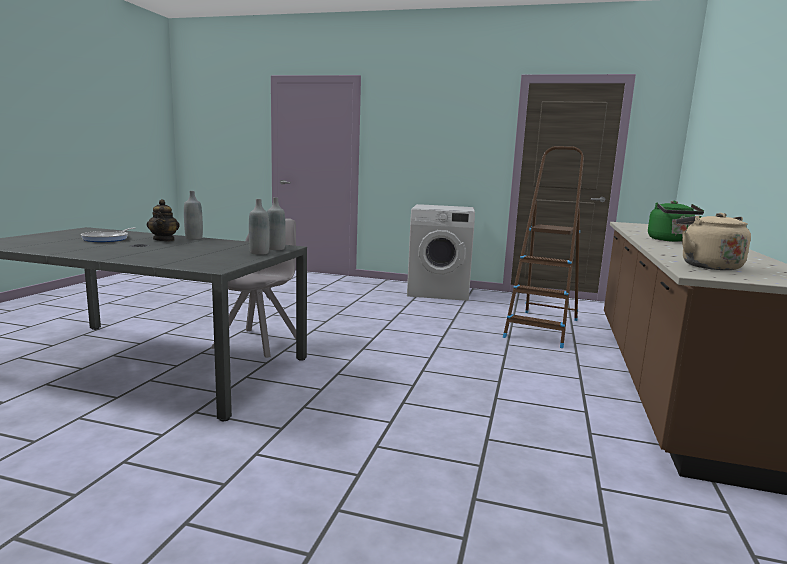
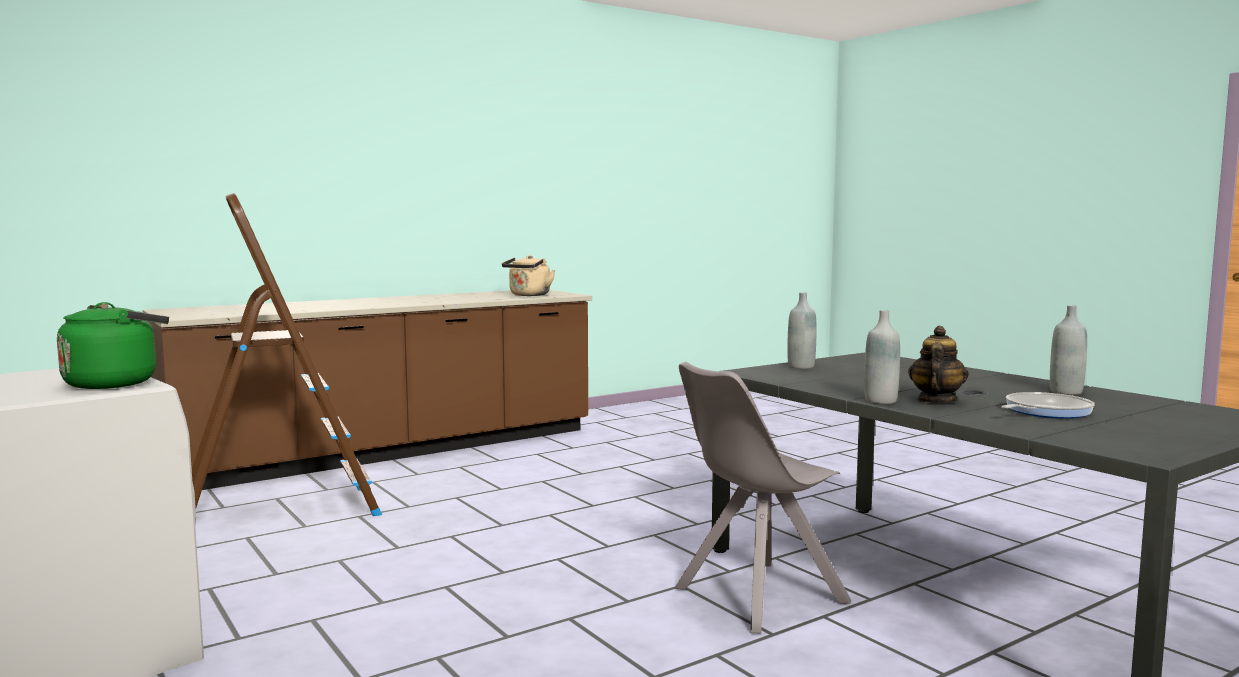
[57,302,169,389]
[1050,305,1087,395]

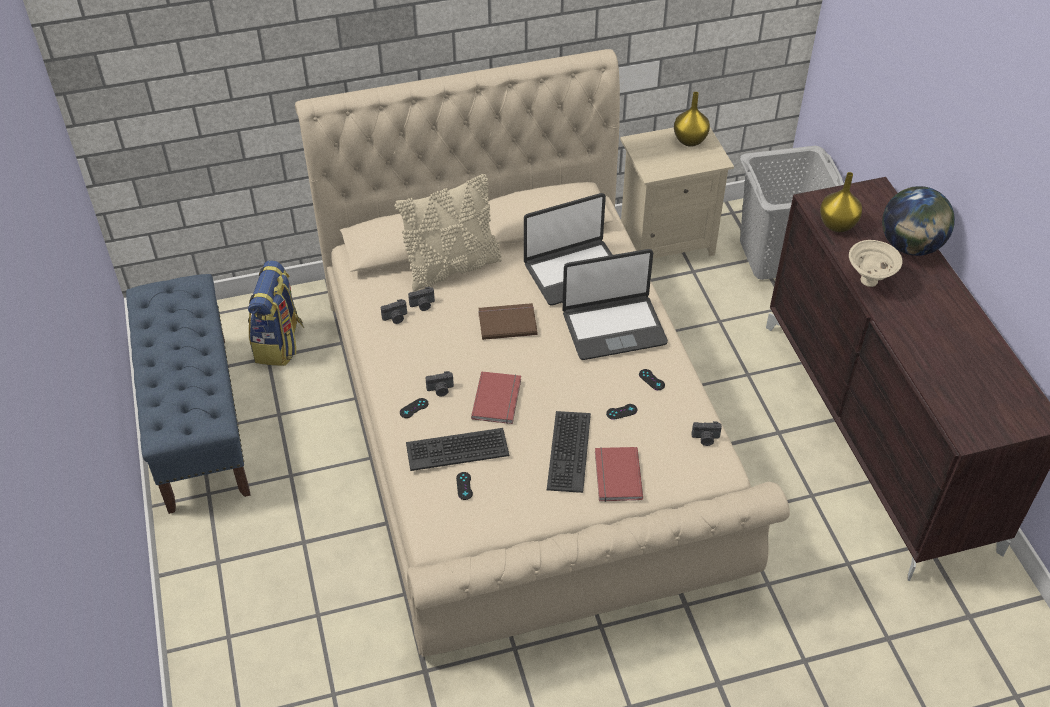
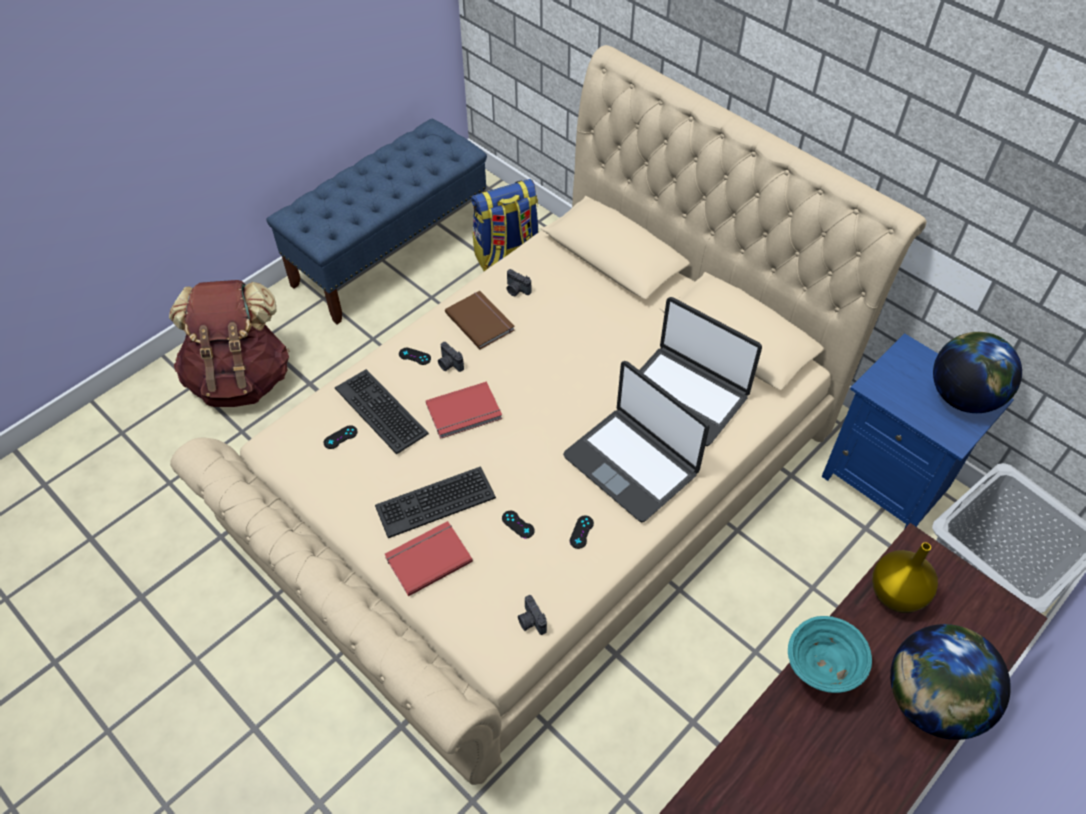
[169,280,290,407]
[445,291,515,349]
[788,616,872,693]
[822,333,1014,529]
[933,332,1022,413]
[395,174,502,292] (first image)
[408,287,435,311] (first image)

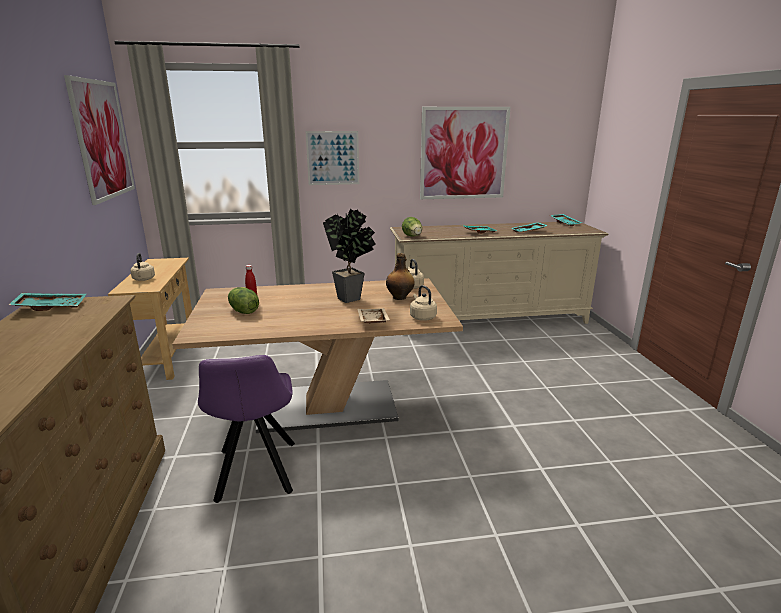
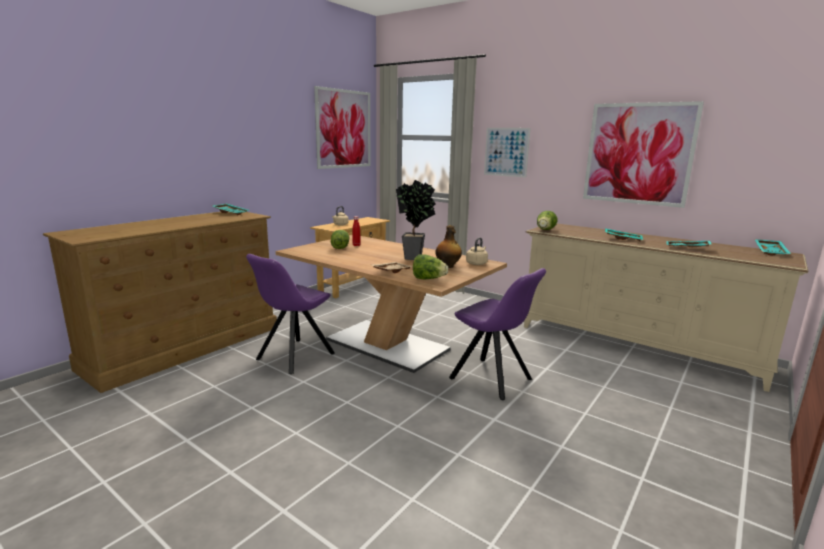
[413,254,448,279]
[449,268,546,400]

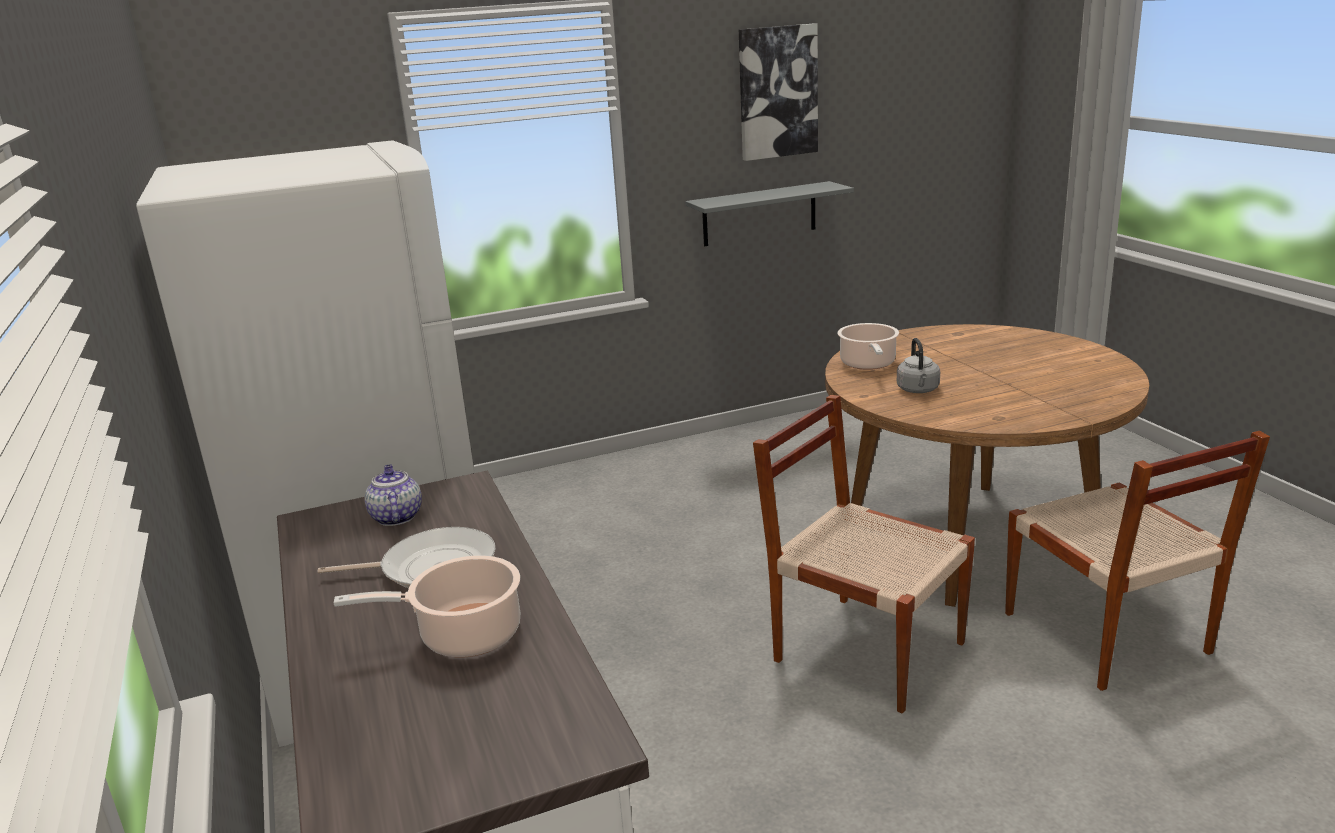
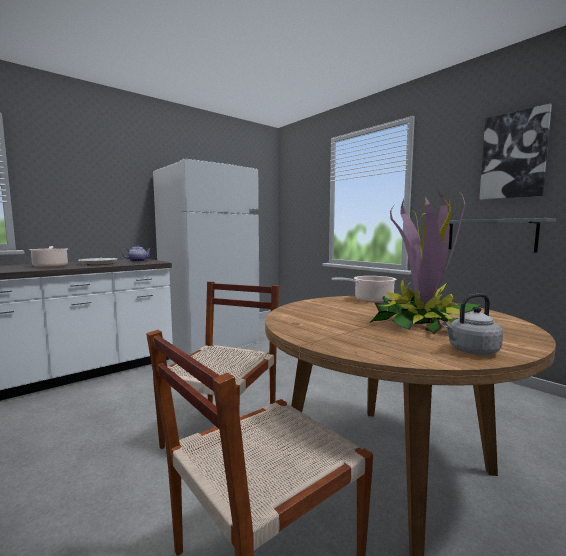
[370,188,480,334]
[443,293,503,355]

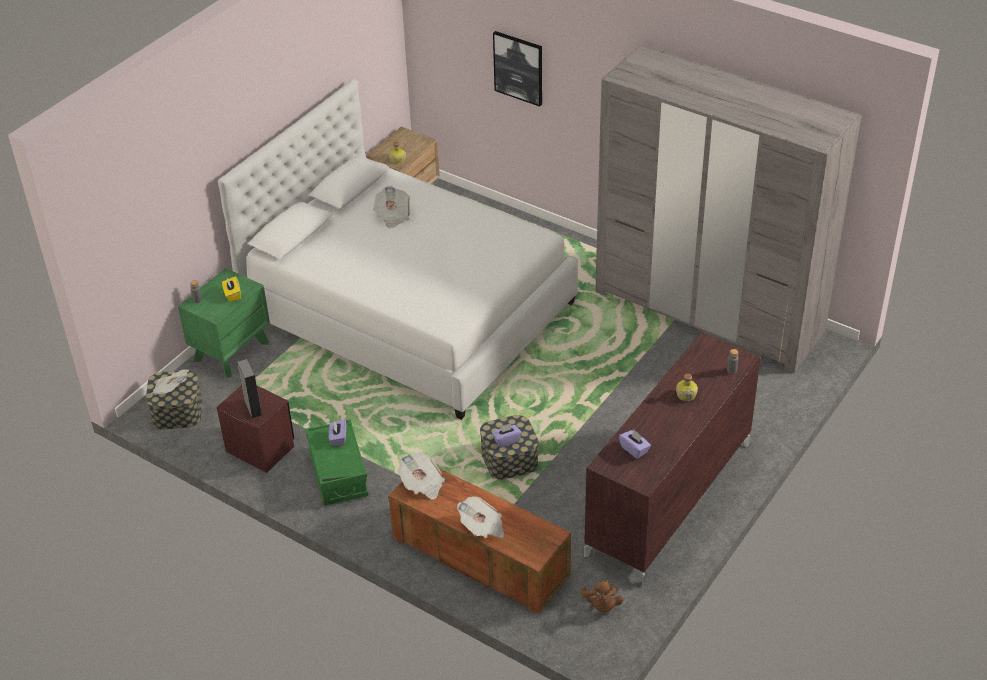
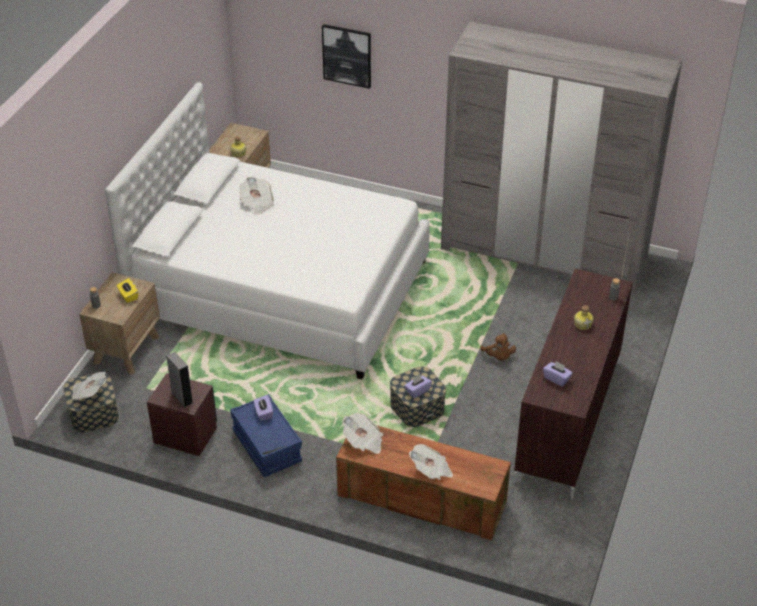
[79,272,160,375]
[230,394,302,477]
[480,333,516,361]

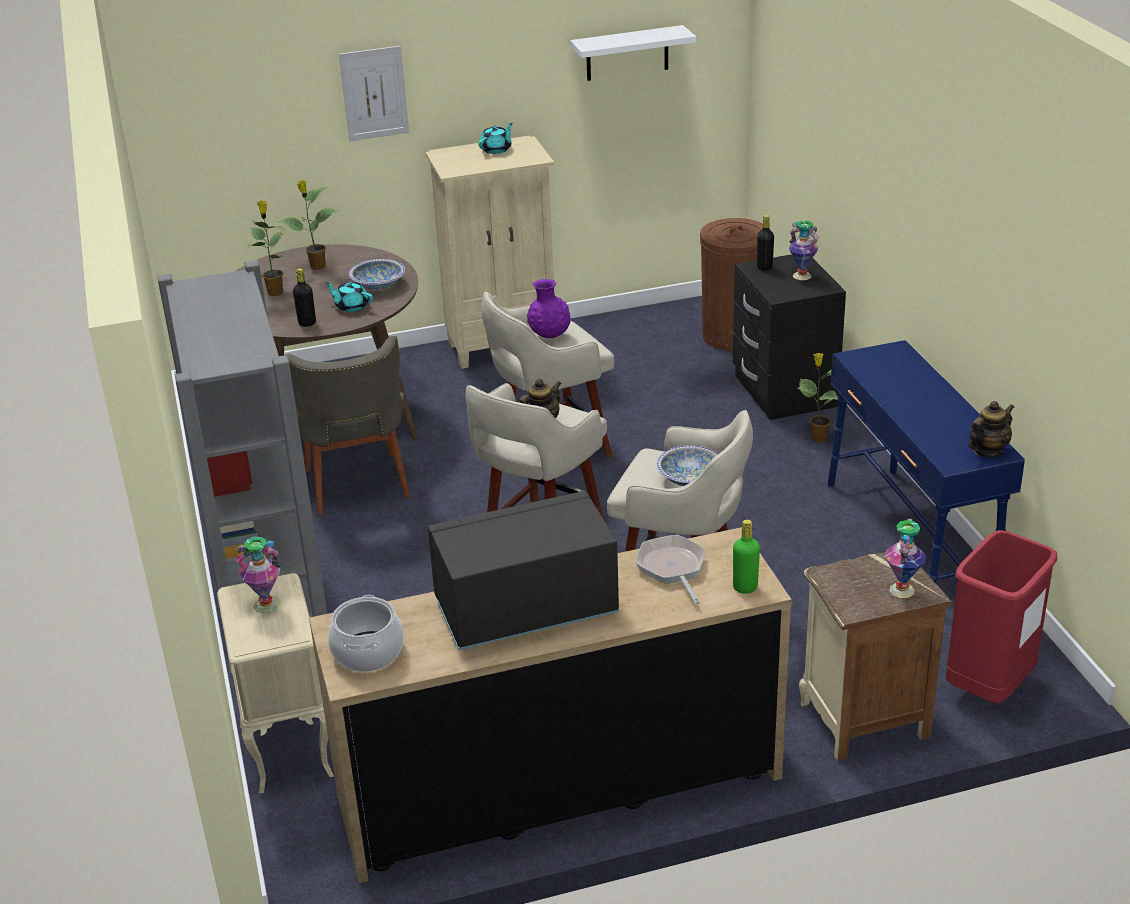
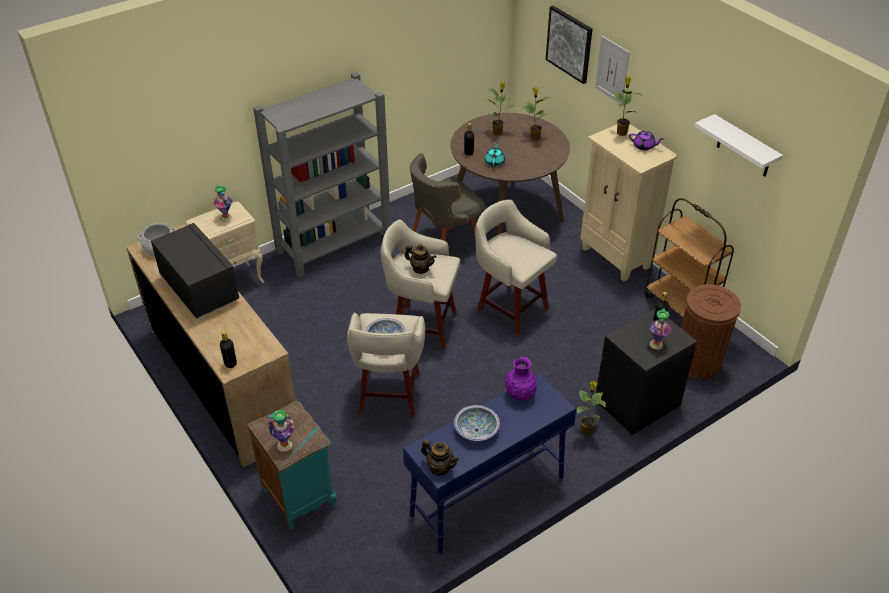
[220,331,237,368]
[247,401,336,531]
[454,405,500,441]
[504,357,537,401]
[546,6,592,84]
[613,76,644,136]
[629,131,664,151]
[644,198,734,318]
[636,535,705,604] (first image)
[946,530,1057,703] (first image)

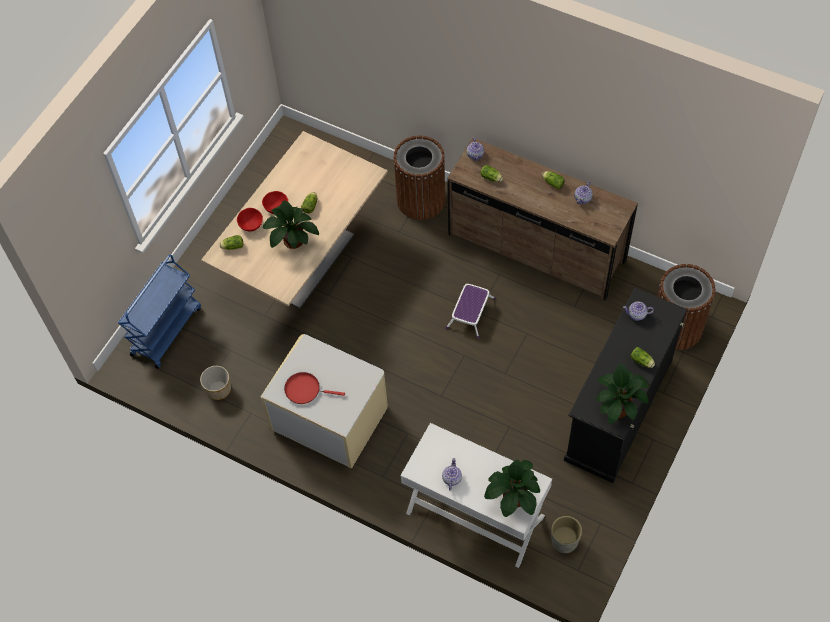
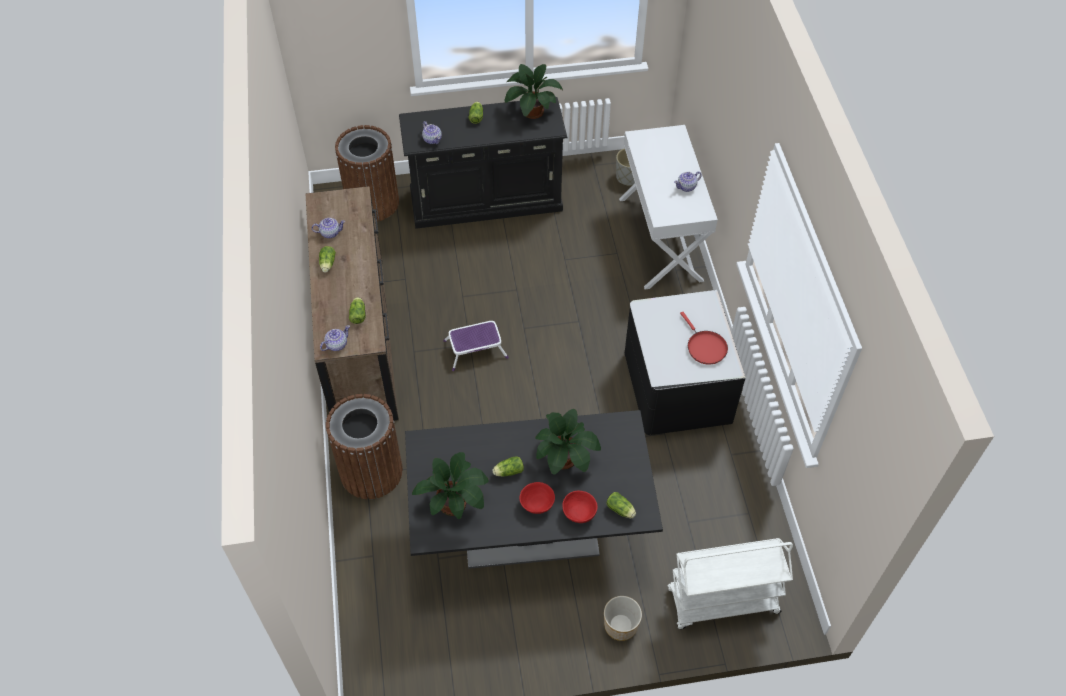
[405,410,663,569]
[412,452,489,519]
[604,596,642,641]
[625,290,746,435]
[668,538,793,629]

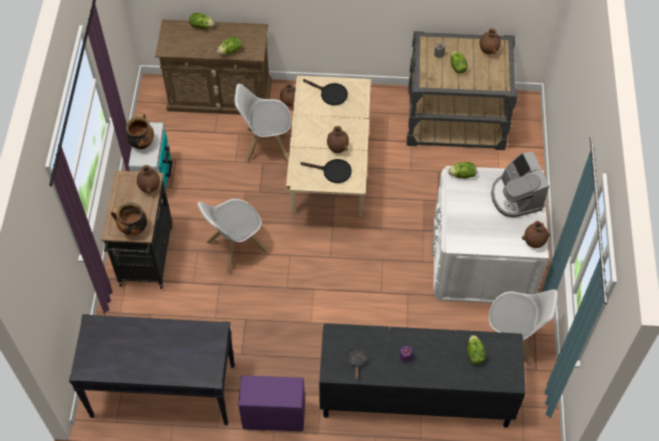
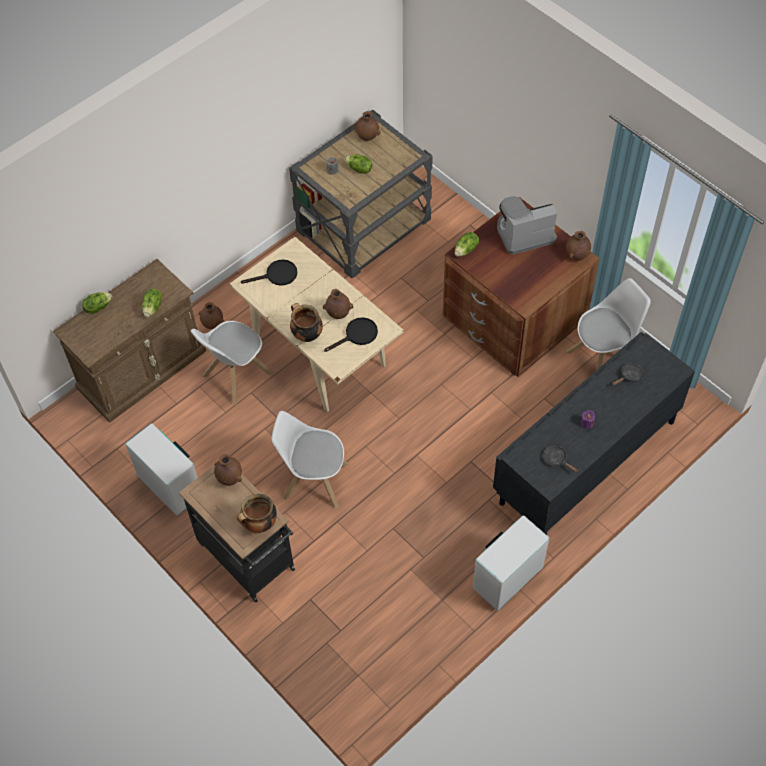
[272,411,349,509]
[290,303,323,342]
[443,197,600,377]
[473,515,549,611]
[497,196,557,255]
[612,363,644,386]
[69,314,235,425] (first image)

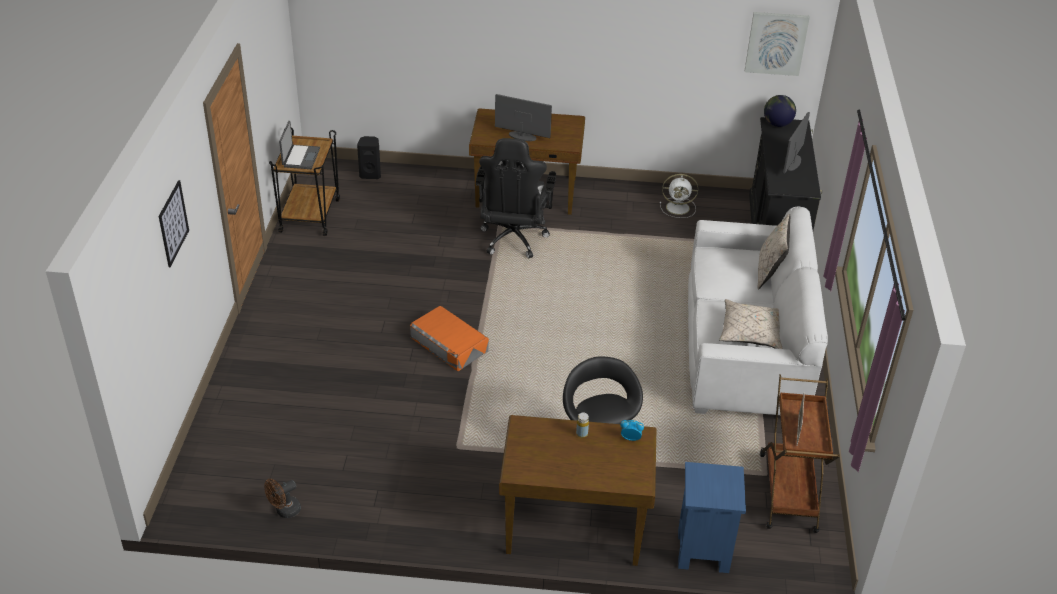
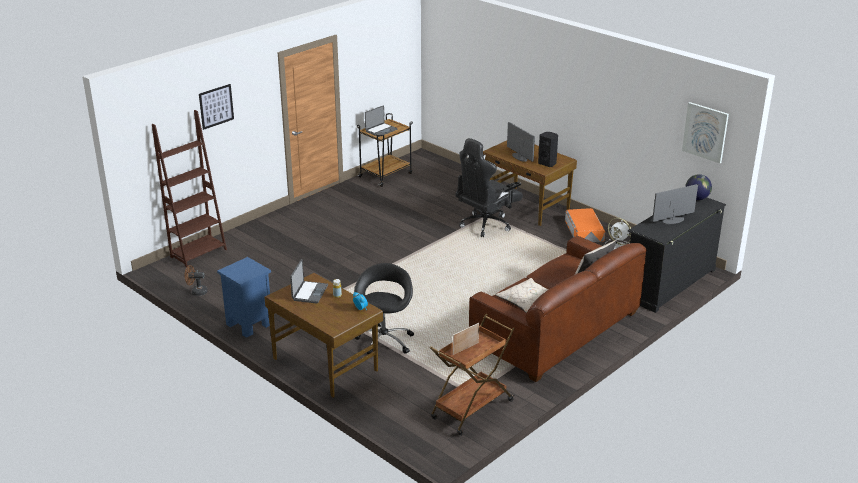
[152,110,227,267]
[217,257,271,338]
[290,259,328,304]
[469,236,647,382]
[538,132,558,167]
[565,208,605,242]

